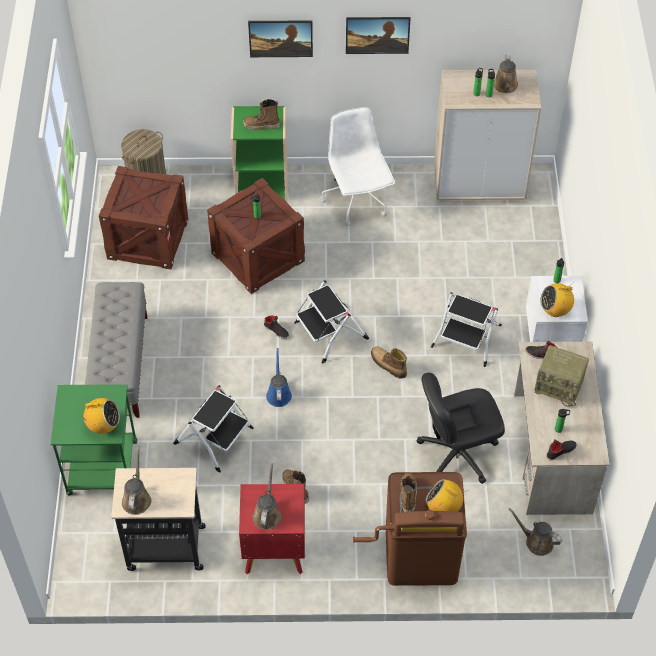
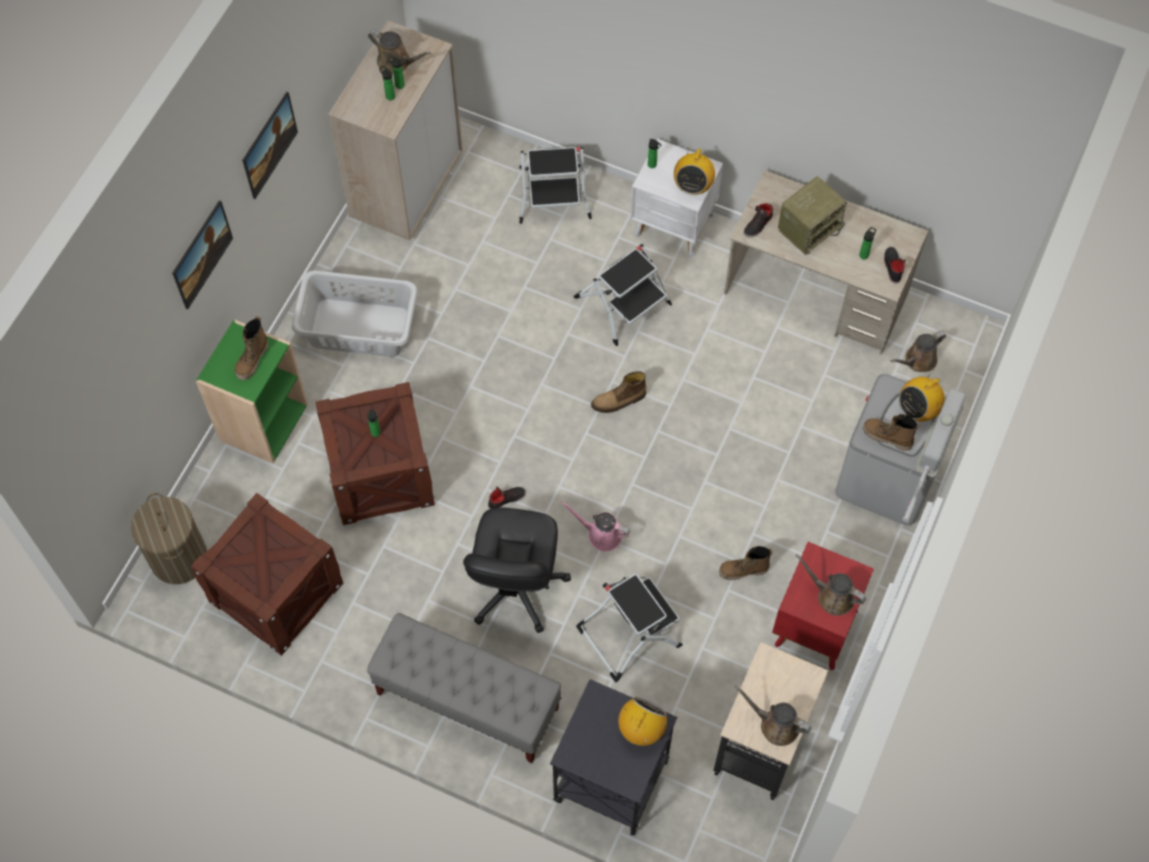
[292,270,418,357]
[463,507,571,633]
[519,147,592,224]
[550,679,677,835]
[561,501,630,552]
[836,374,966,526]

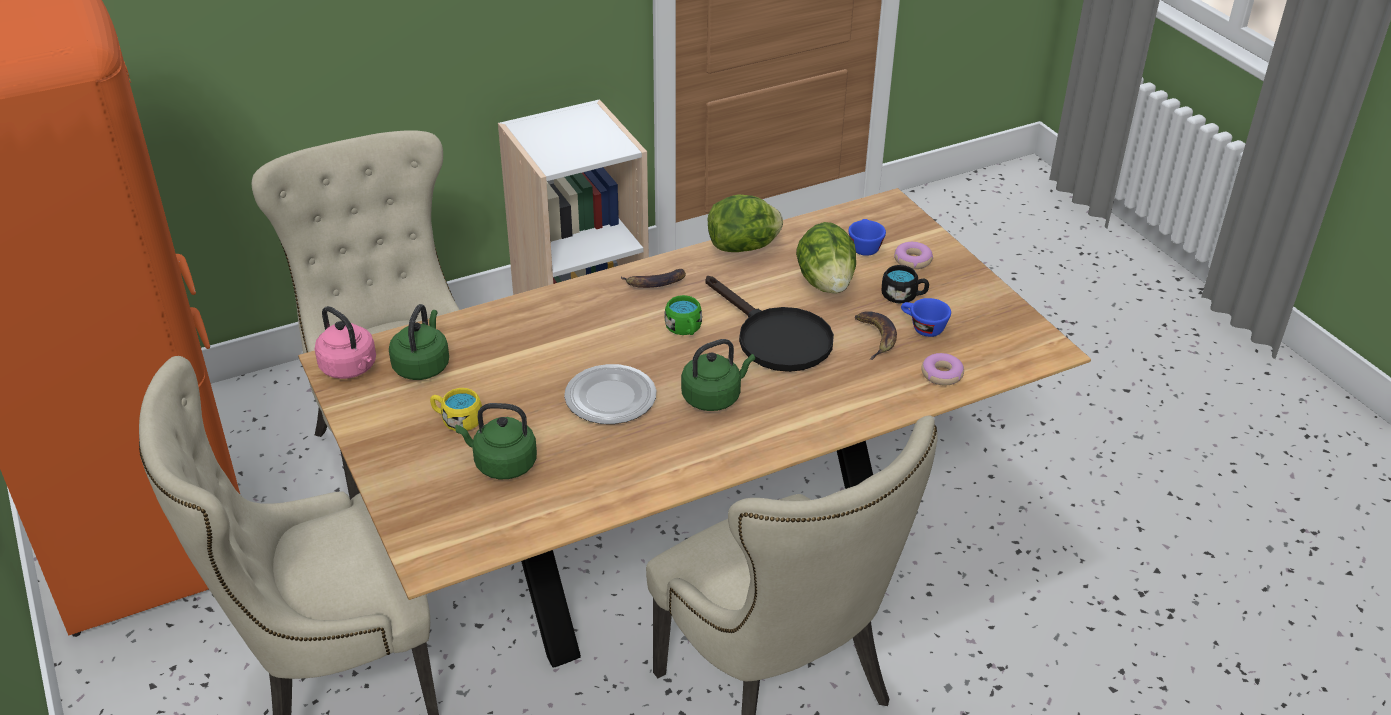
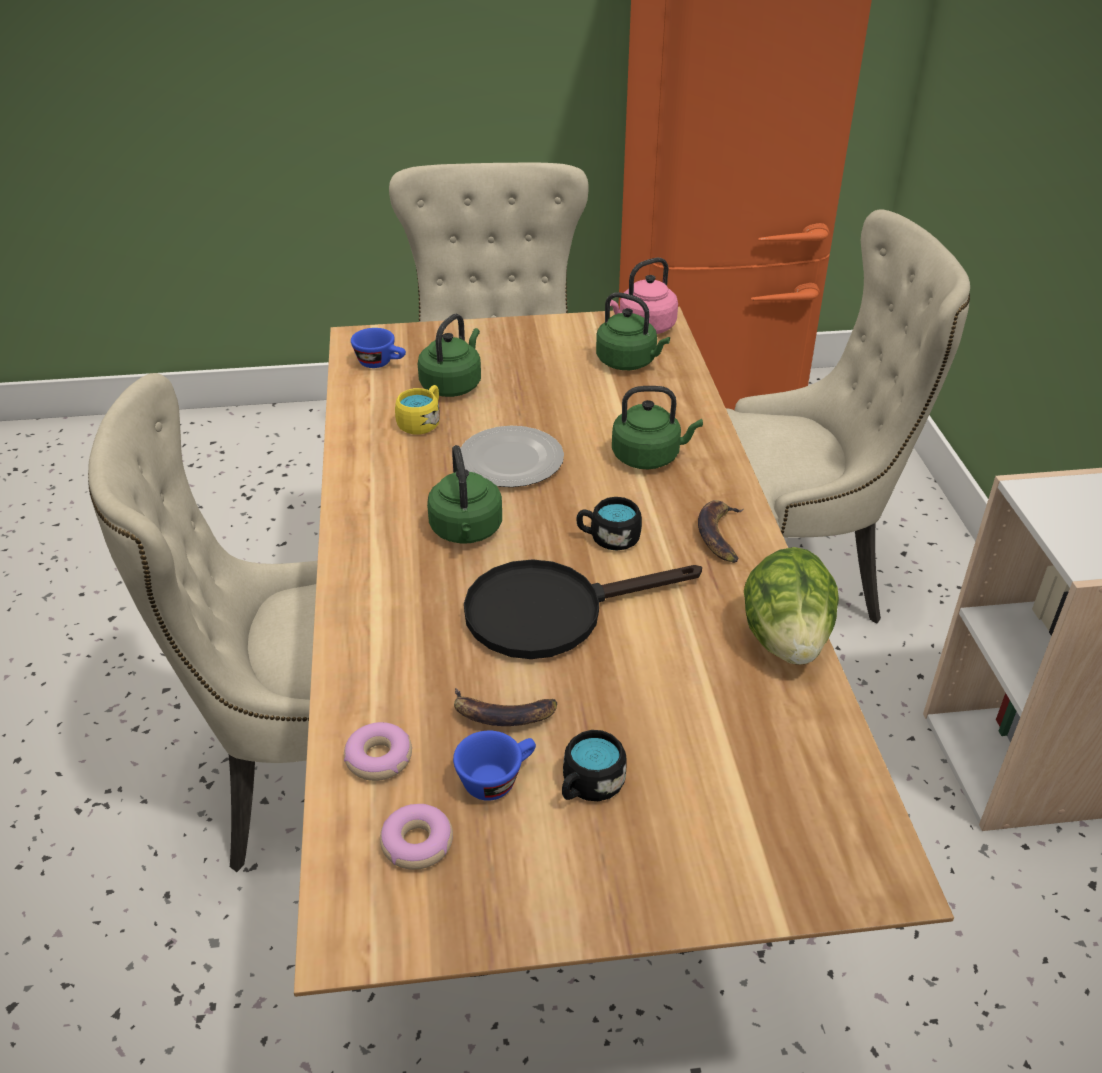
[351,328,406,368]
[380,804,453,870]
[395,385,440,435]
[576,497,642,551]
[612,386,703,469]
[796,222,856,294] (first image)

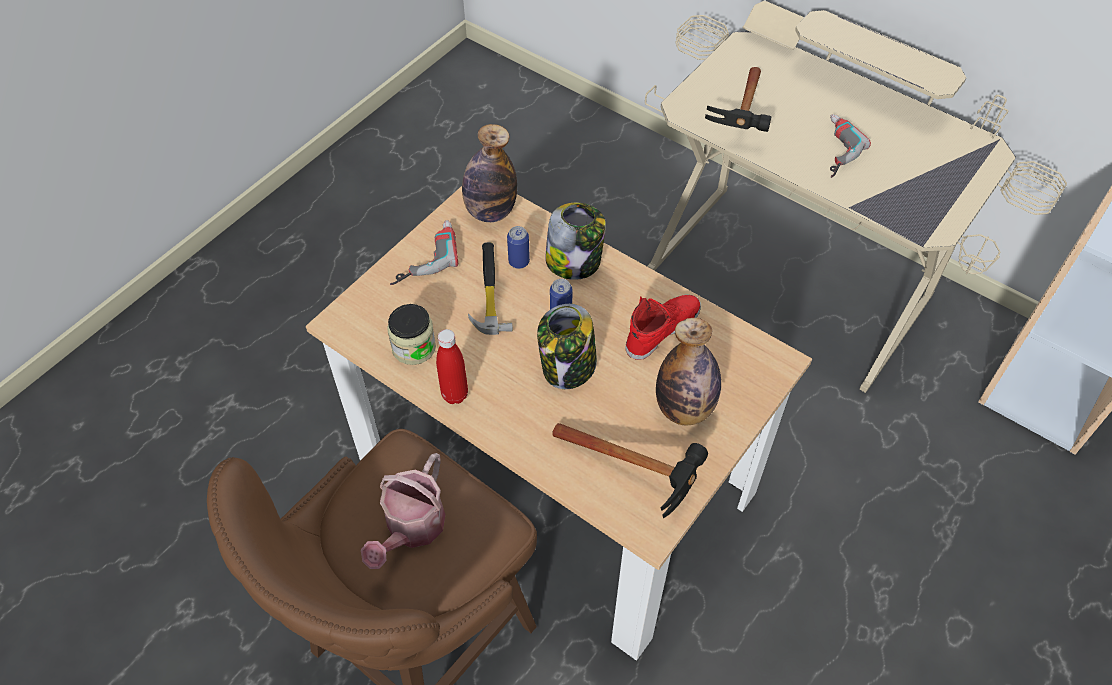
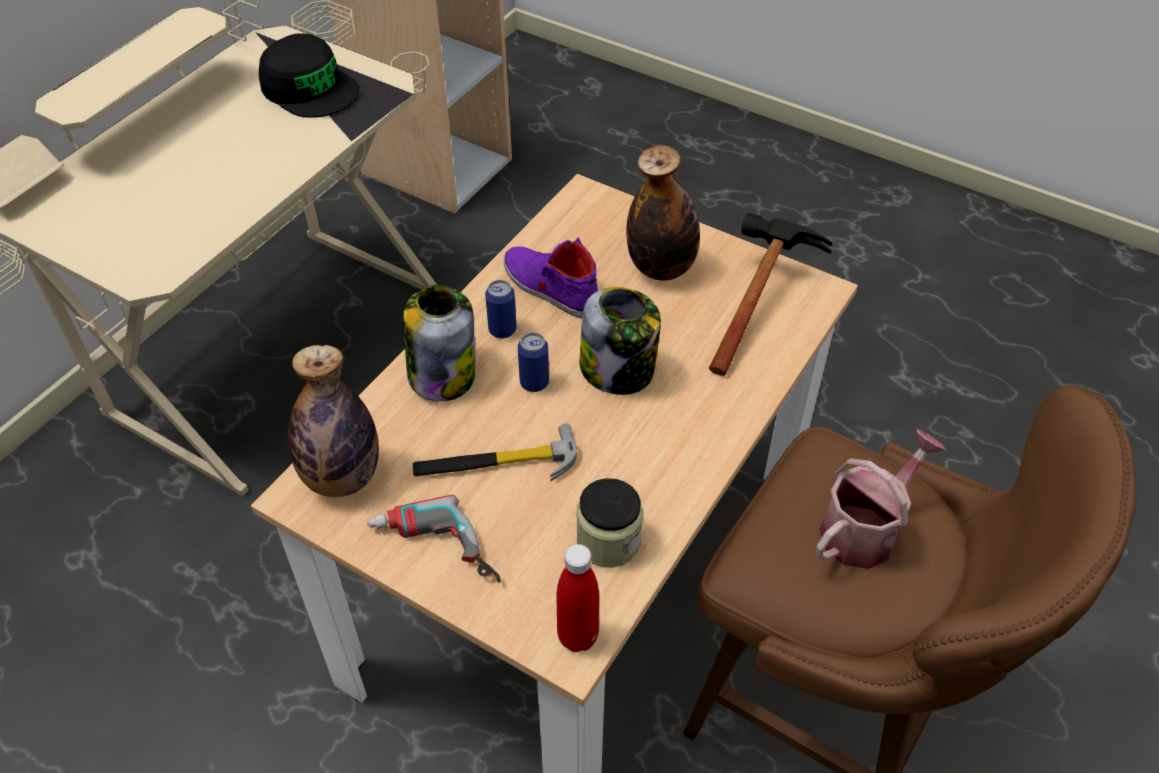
[259,33,359,118]
[485,280,517,338]
[504,238,598,318]
[556,544,599,652]
[815,429,946,569]
[705,67,771,132] (first image)
[830,114,871,178] (first image)

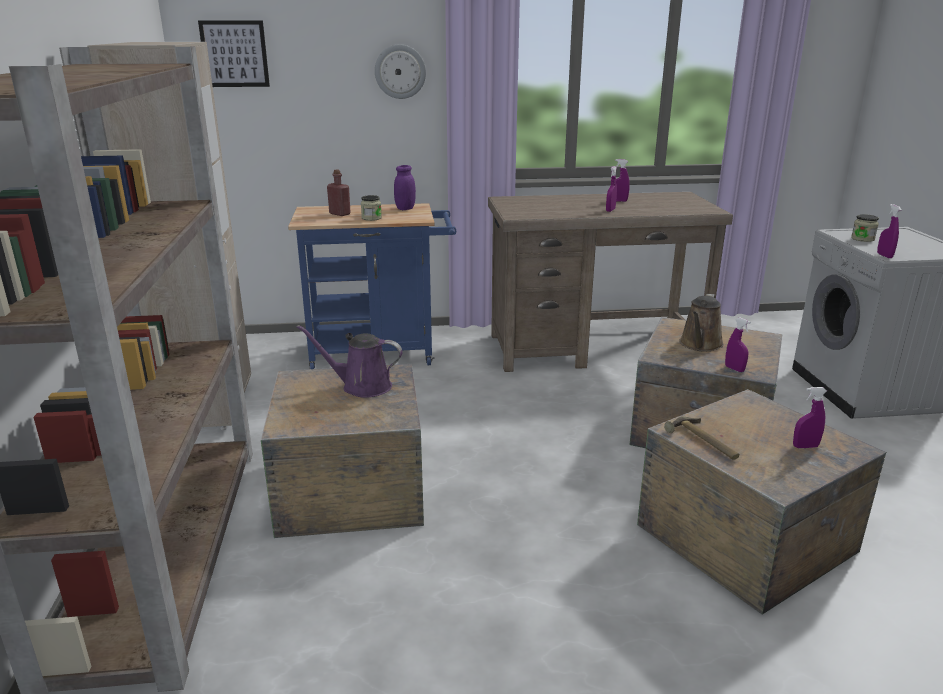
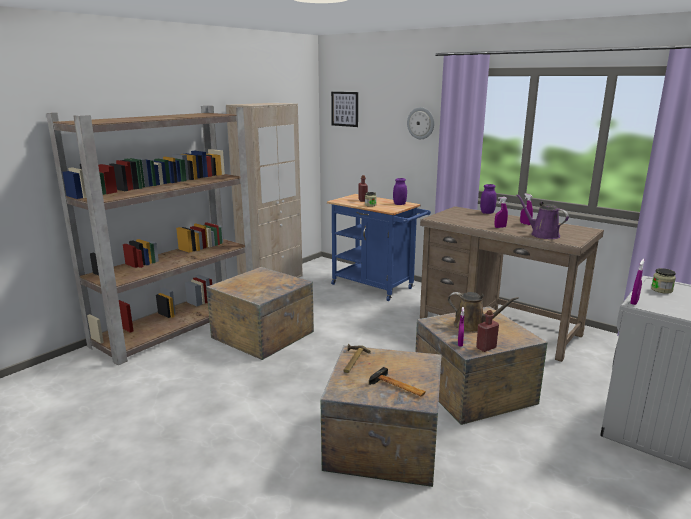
[369,367,426,397]
[448,292,519,333]
[476,310,499,352]
[480,184,497,214]
[516,194,569,239]

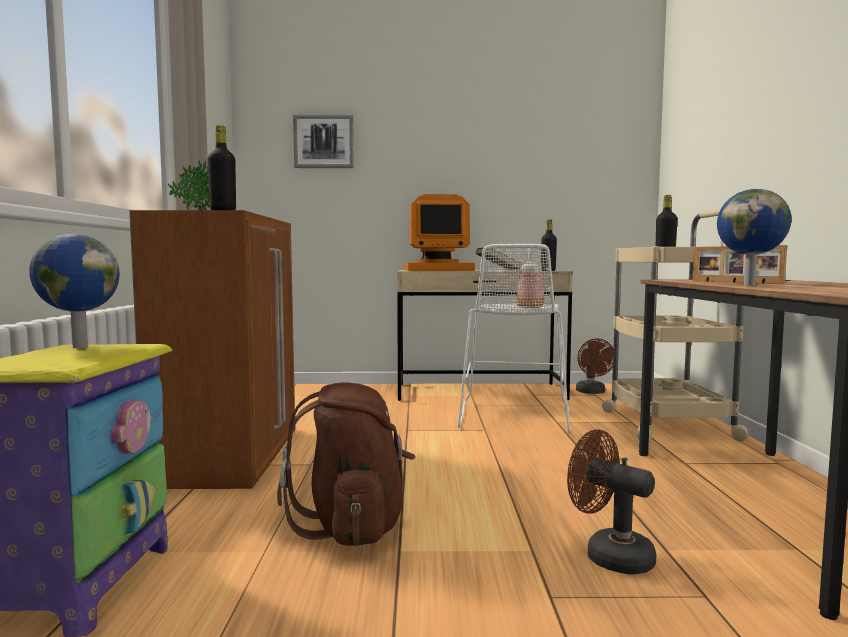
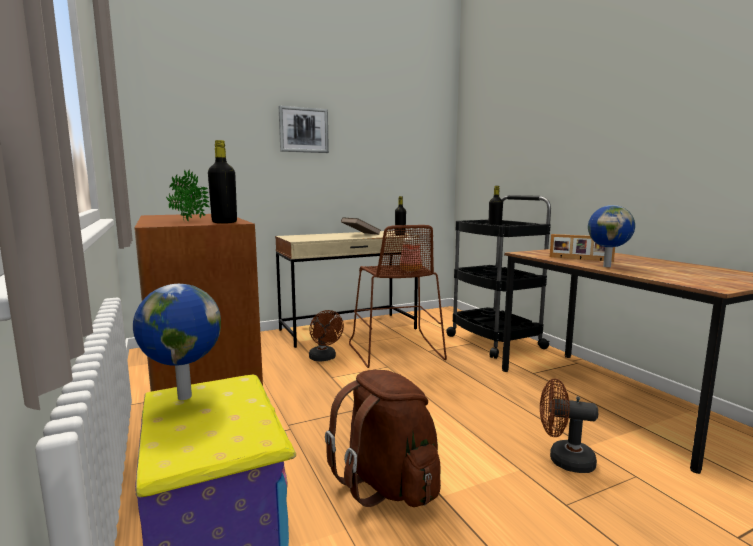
[279,106,329,153]
[309,310,344,361]
[349,225,447,368]
[446,195,551,359]
[404,194,475,271] (first image)

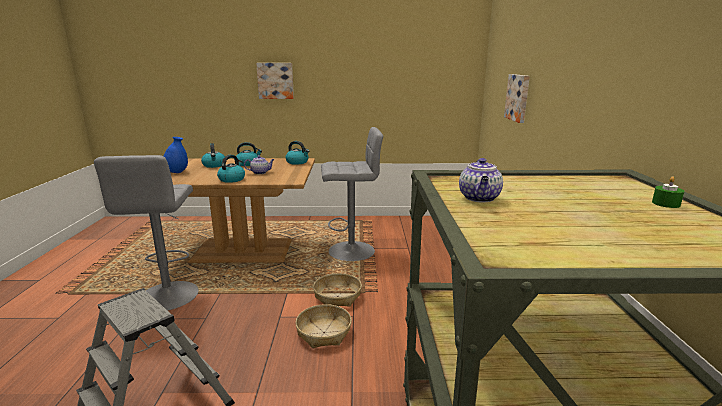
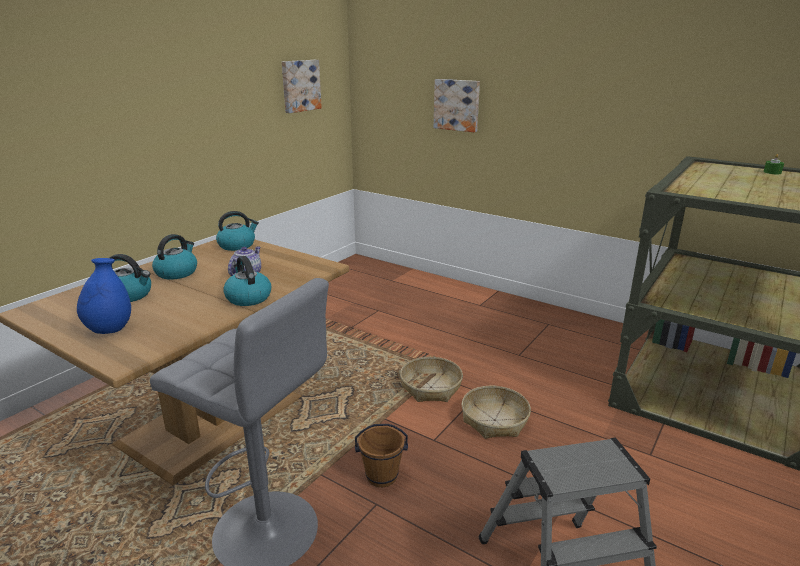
[282,60,322,113]
[355,423,408,487]
[321,127,383,261] (first image)
[459,158,503,202] (first image)

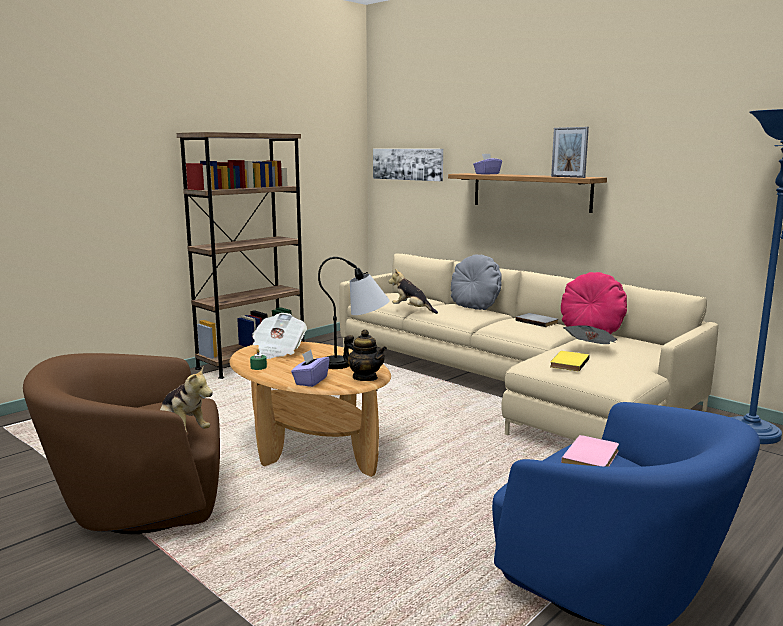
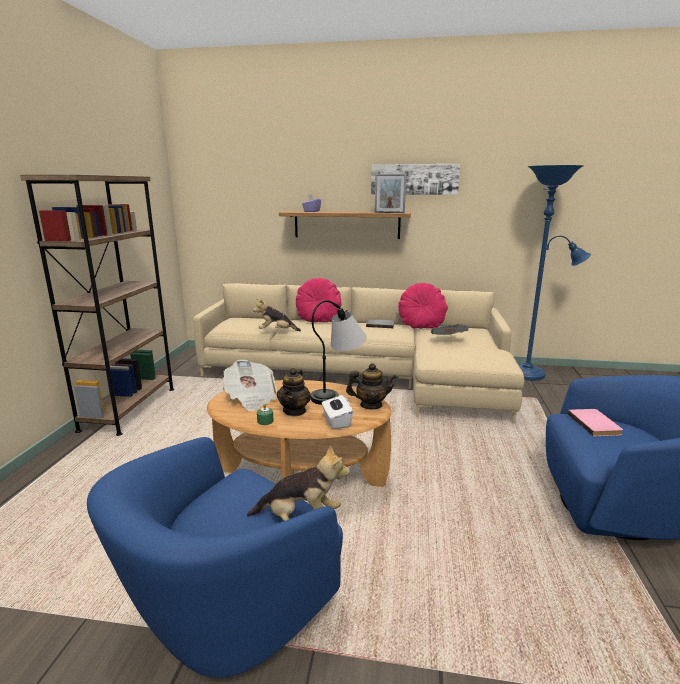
[87,437,343,678]
[277,368,311,416]
[296,278,342,322]
[322,392,353,429]
[371,164,460,195]
[550,351,589,371] (first image)

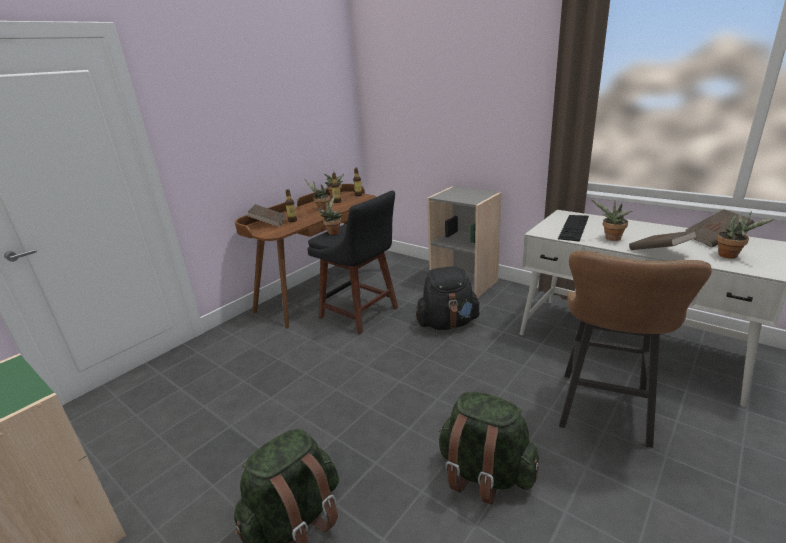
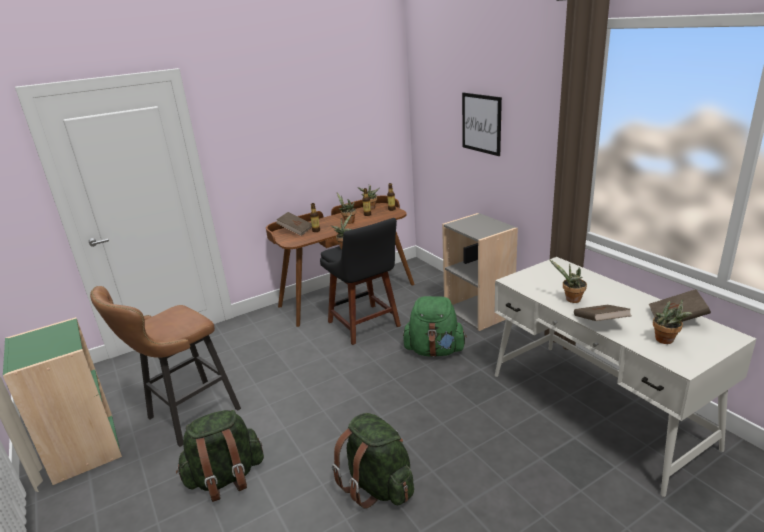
[90,286,241,447]
[403,296,467,357]
[462,93,502,156]
[558,215,589,242] (first image)

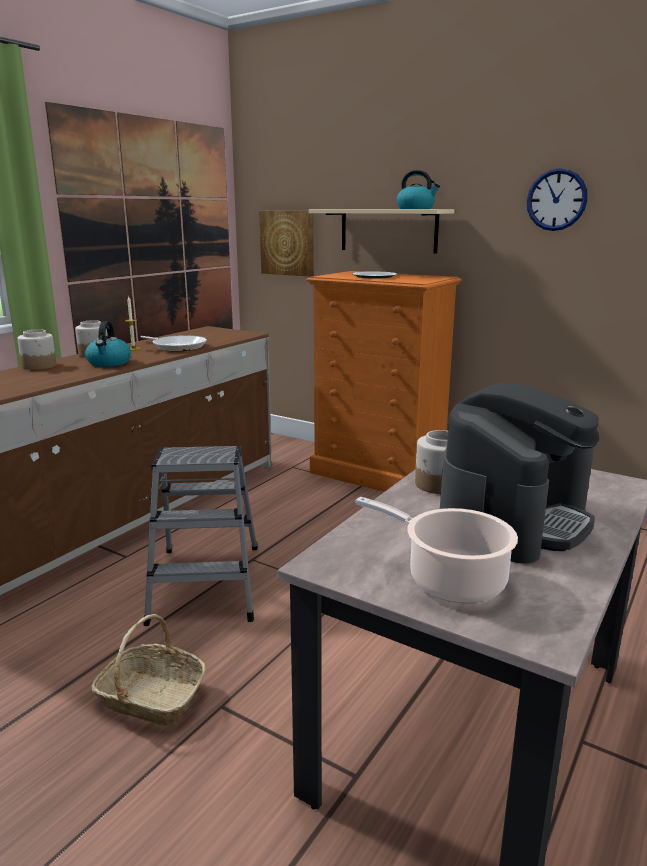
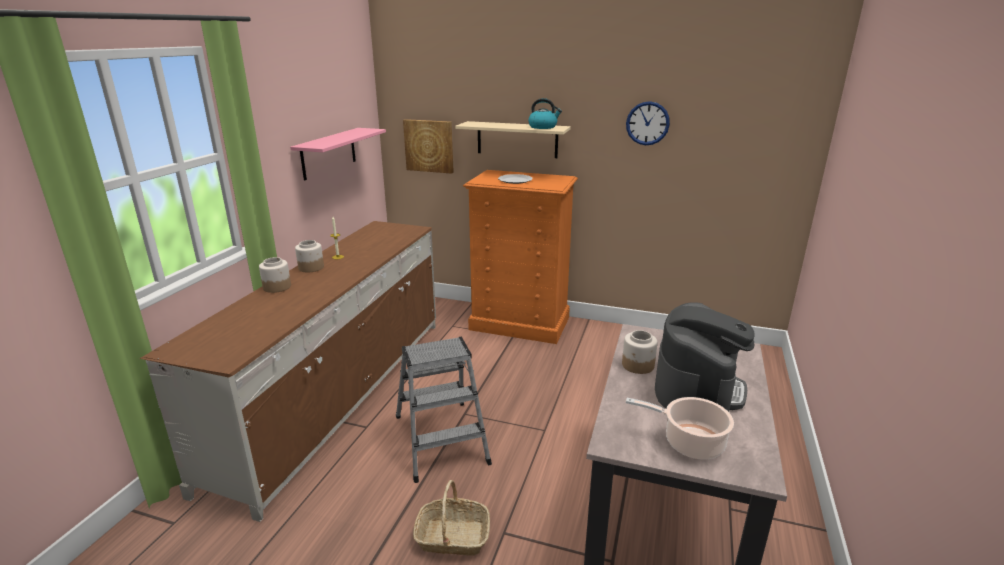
[290,128,386,180]
[85,321,131,367] (first image)
[141,335,207,352] (first image)

